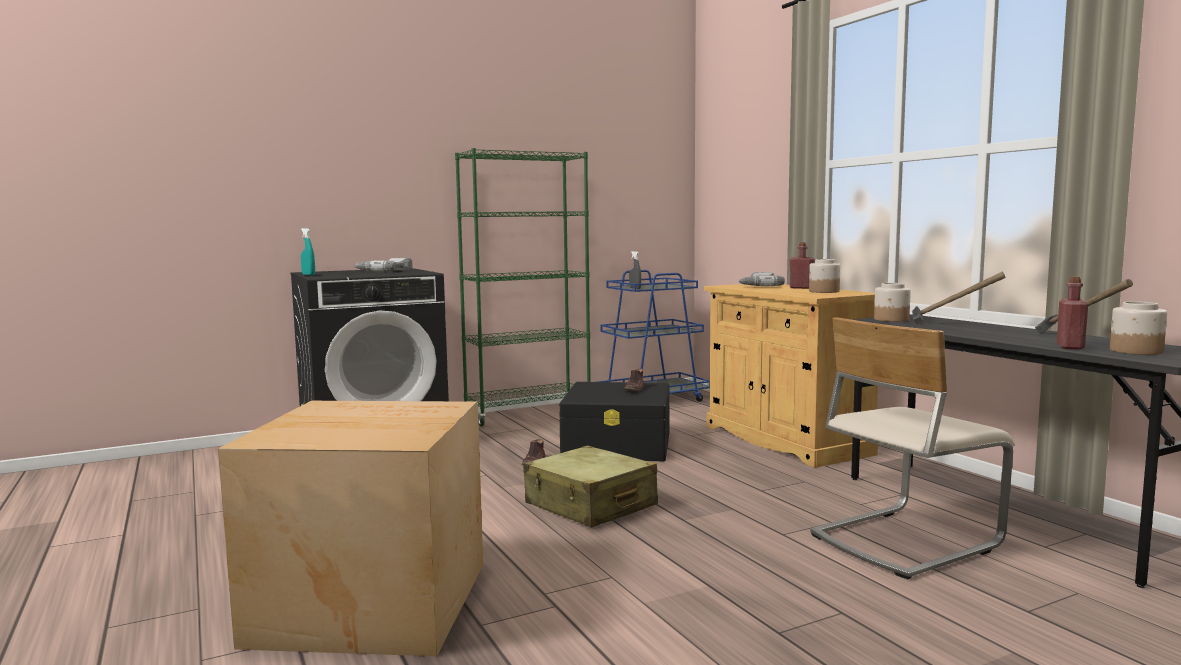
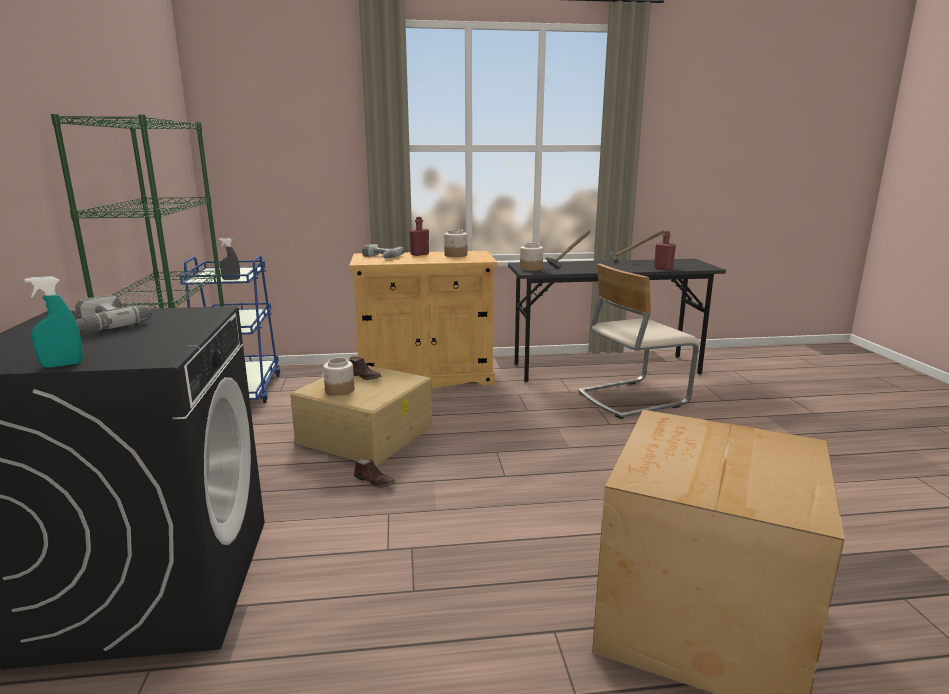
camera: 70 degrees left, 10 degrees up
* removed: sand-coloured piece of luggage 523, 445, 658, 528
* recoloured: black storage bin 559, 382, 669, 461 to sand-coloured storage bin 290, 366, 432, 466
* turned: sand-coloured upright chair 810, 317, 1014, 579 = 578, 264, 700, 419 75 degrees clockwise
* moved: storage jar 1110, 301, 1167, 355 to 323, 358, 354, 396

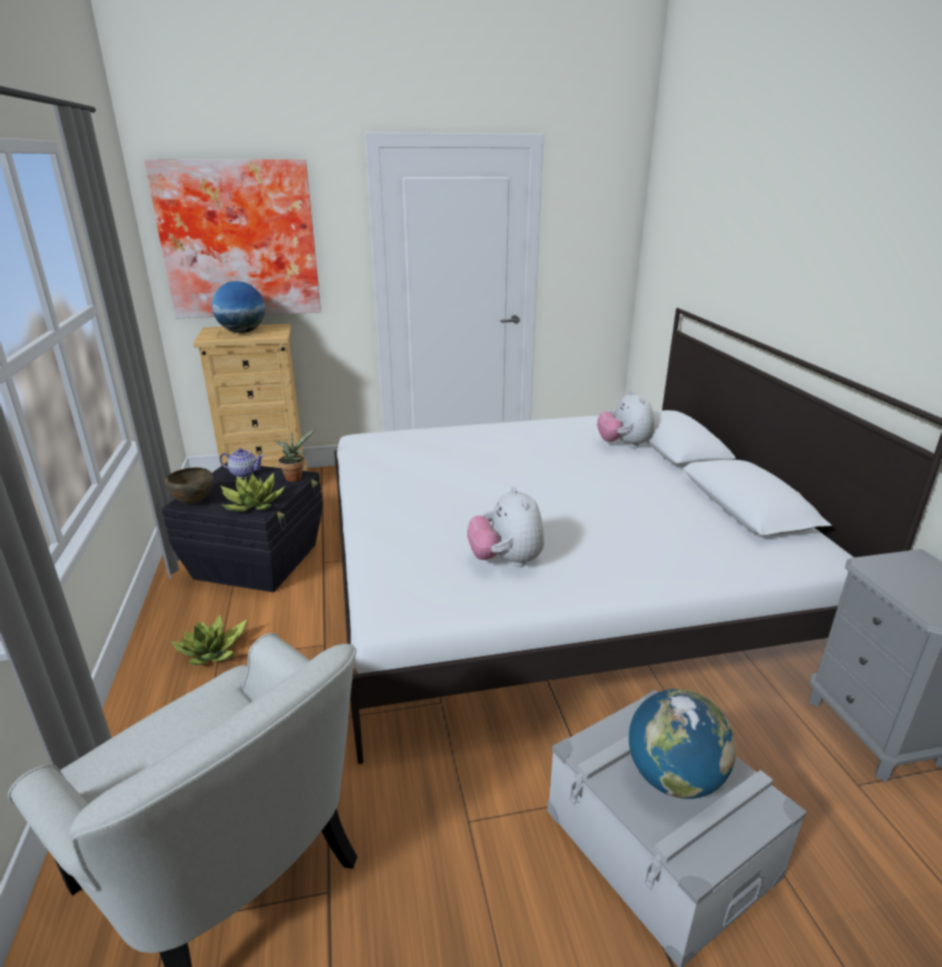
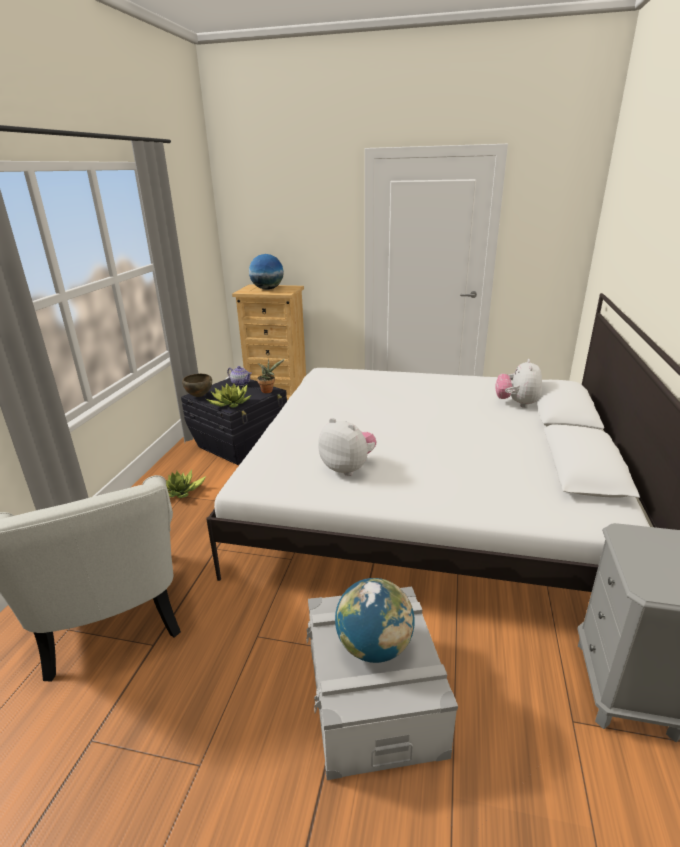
camera: 25 degrees right, 0 degrees up
* removed: wall art 144, 159, 321, 318
* turned: soft toy 467, 486, 544, 567 = 318, 418, 377, 476 120 degrees clockwise

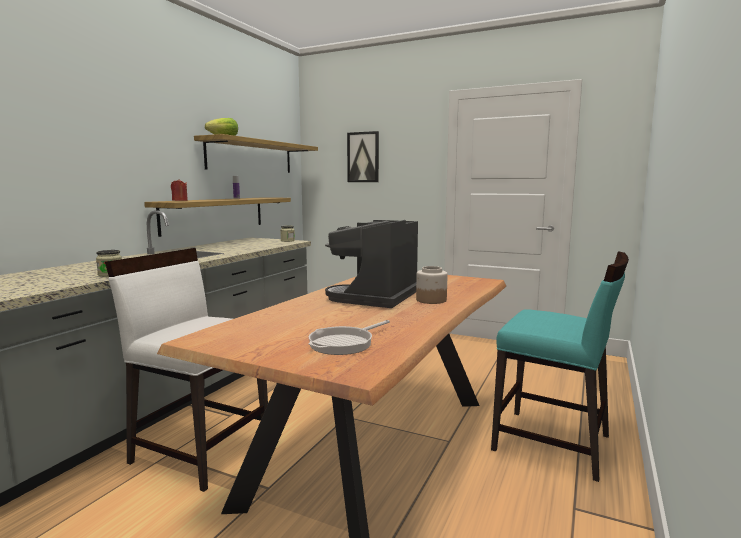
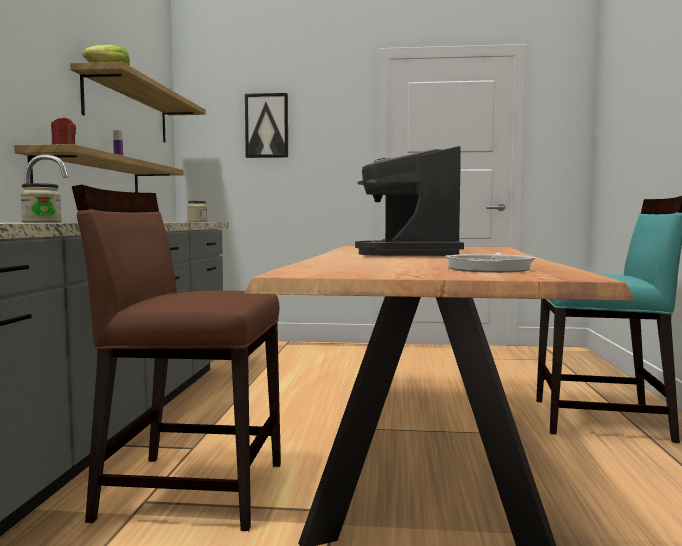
camera: 20 degrees left, 5 degrees down
* recoloured: white upright chair 105, 248, 268, 492 to brown upright chair 72, 185, 281, 531
* removed: storage jar 416, 266, 448, 304

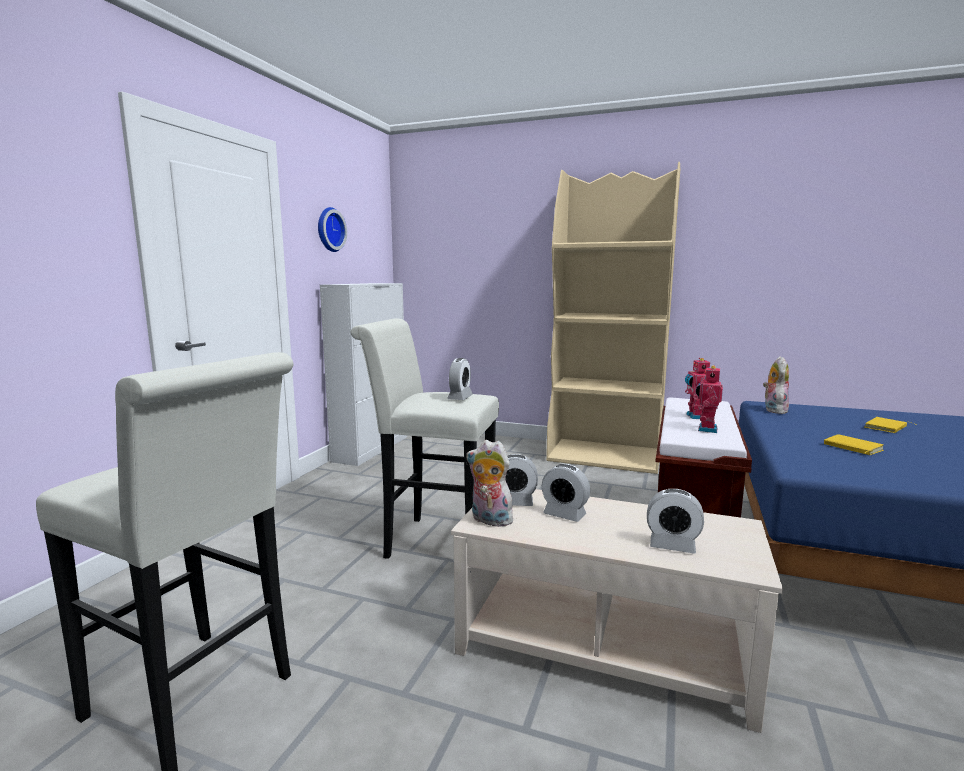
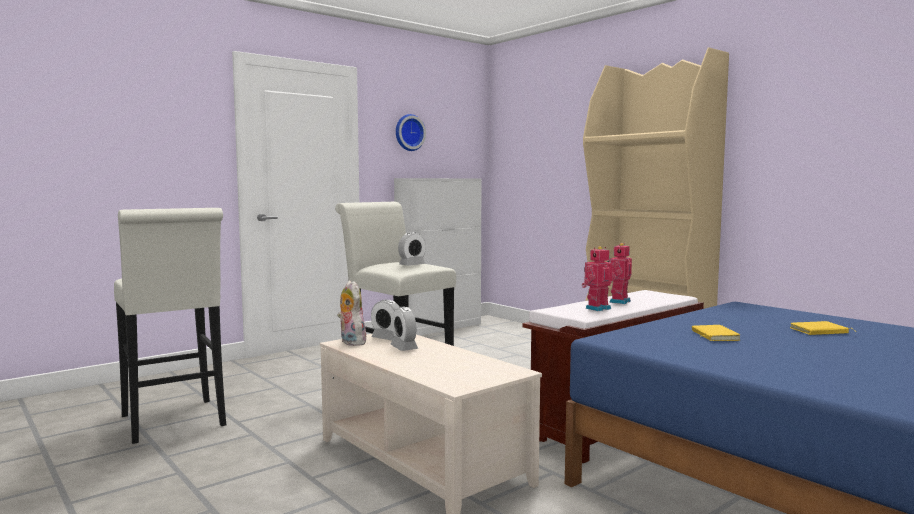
camera: 30 degrees right, 5 degrees down
* removed: alarm clock 647, 489, 704, 554
* removed: soft toy 763, 356, 789, 414

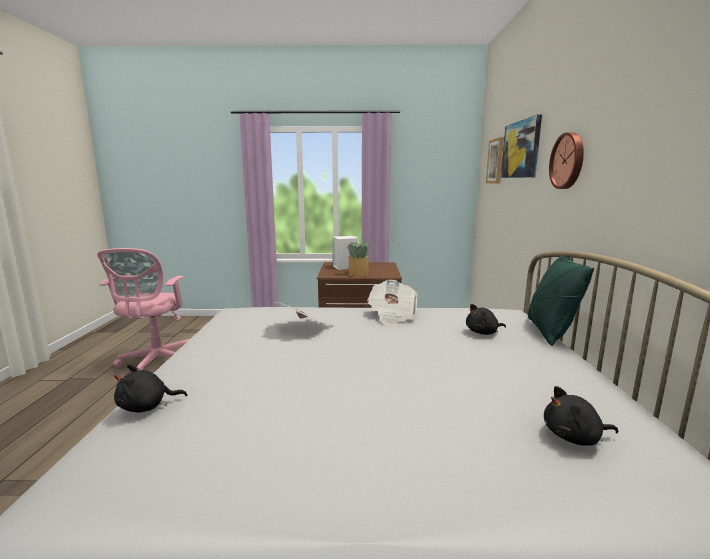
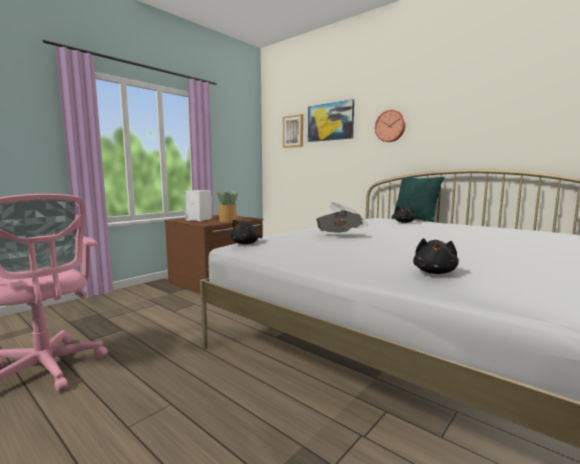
camera: 50 degrees left, 5 degrees down
* moved: black soft toy 544, 386, 619, 446 to 231, 220, 262, 244

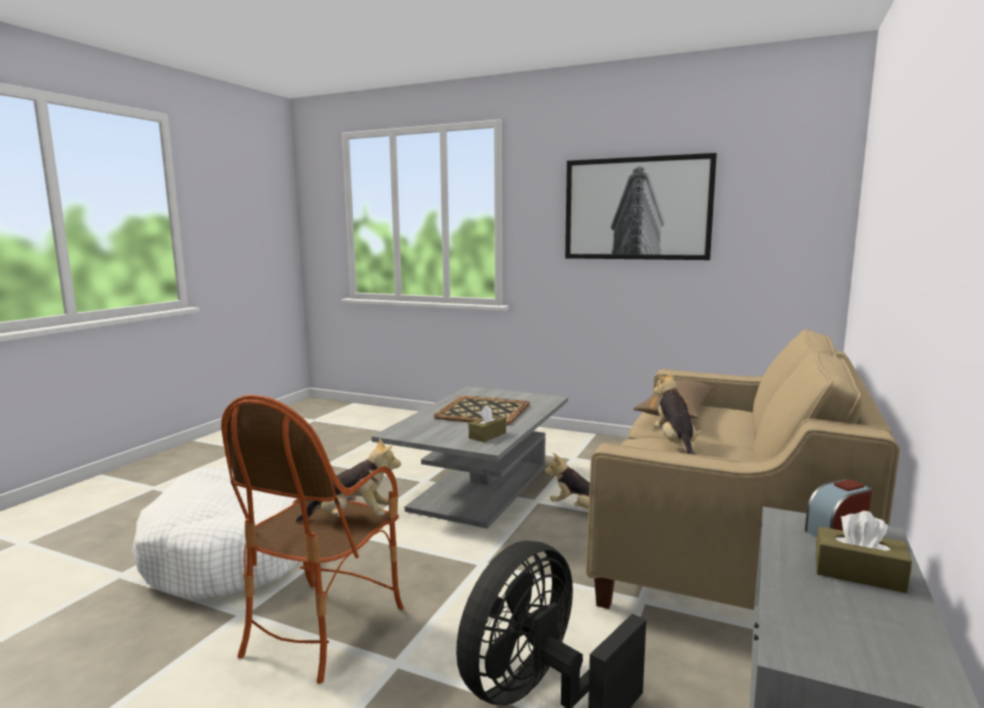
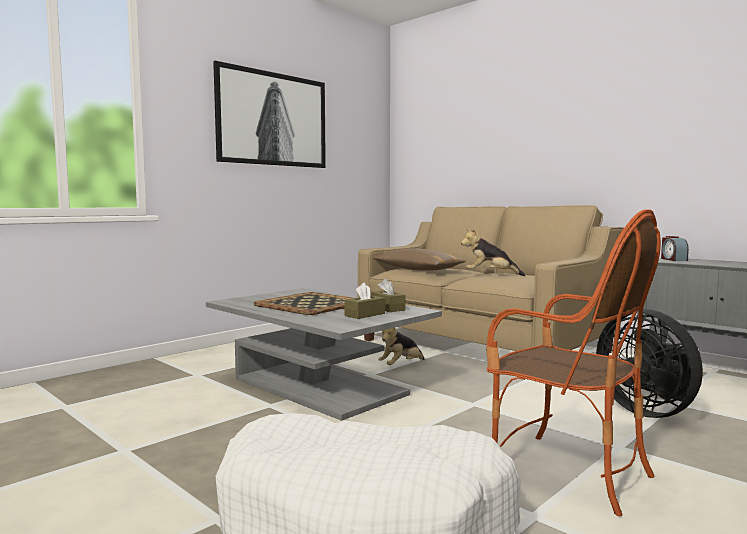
camera: 70 degrees left, 5 degrees down
* removed: soft toy 296, 438, 401, 522
* moved: brown tissue box 816, 511, 912, 593 to 344, 283, 385, 319

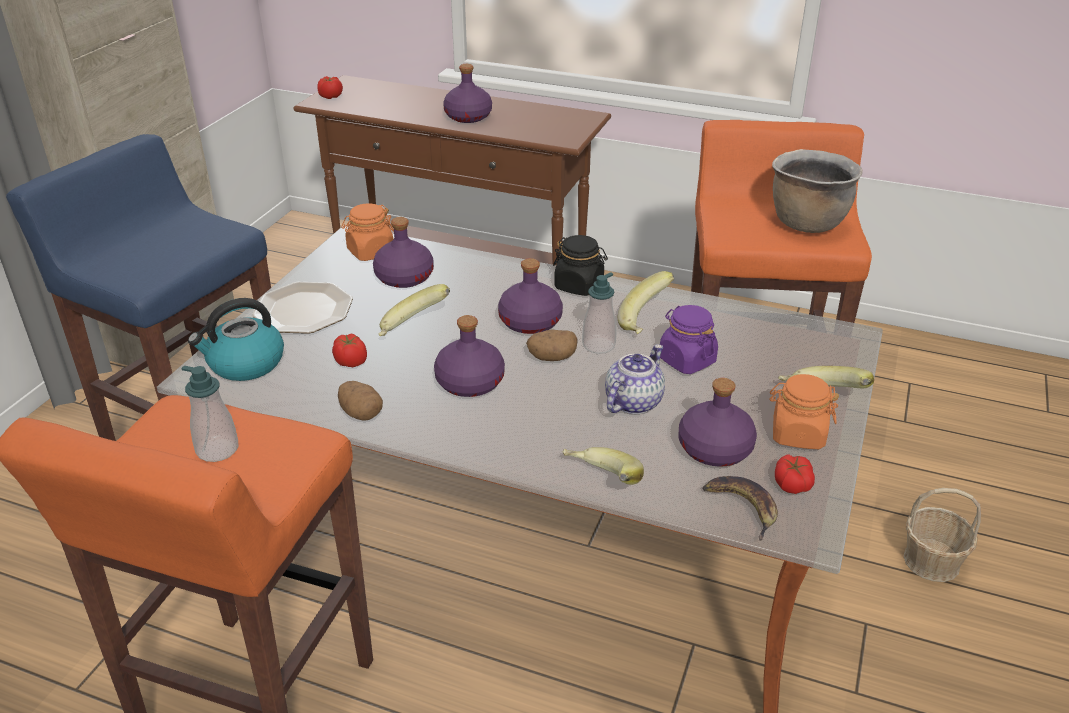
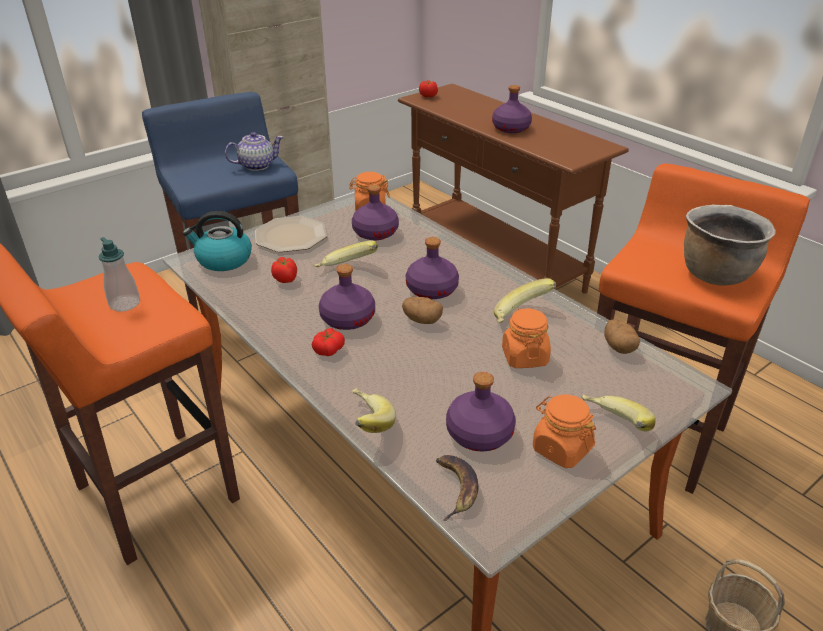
camera: 30 degrees right, 0 degrees up
* moved: potato 338, 381, 383, 421 to 604, 319, 640, 354
* removed: black storage jar 553, 235, 608, 296
* removed: liquid soap bottle 582, 272, 616, 354
* moved: pot for tea 605, 345, 665, 414 to 225, 132, 283, 171
* recoloured: purplish storage jar 660, 305, 718, 374 to orangey storage jar 502, 308, 551, 368
* moved: tomato 775, 455, 815, 494 to 312, 328, 345, 356

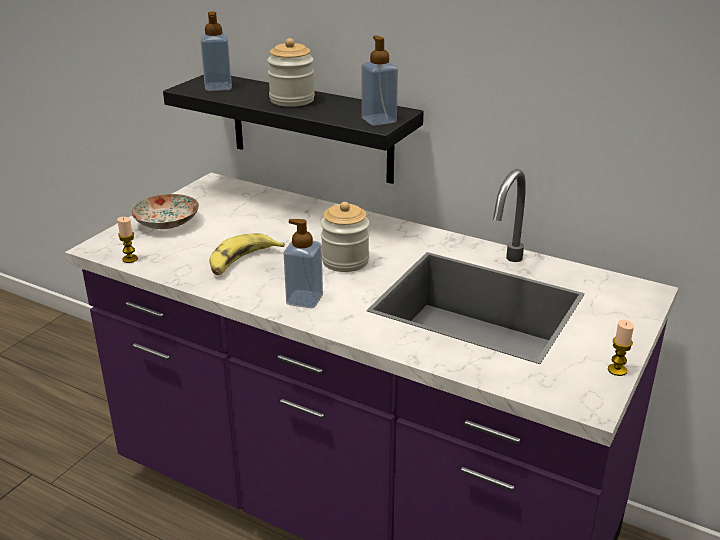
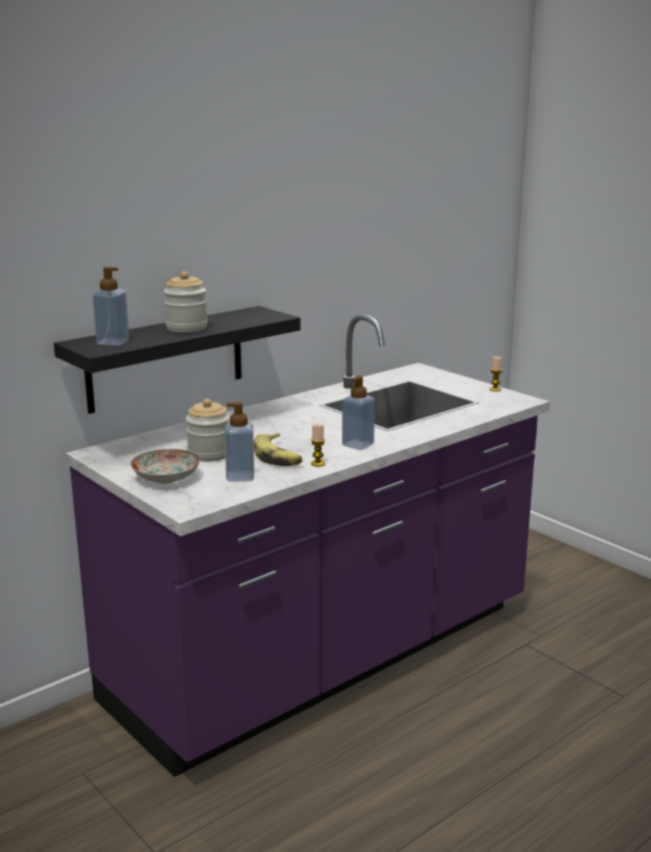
camera: 70 degrees left, 10 degrees down
* moved: candle 117, 217, 138, 263 to 311, 424, 325, 467
* moved: storage jar 320, 202, 370, 272 to 186, 399, 230, 462
* moved: liquid soap bottle 362, 35, 398, 126 to 224, 402, 254, 482

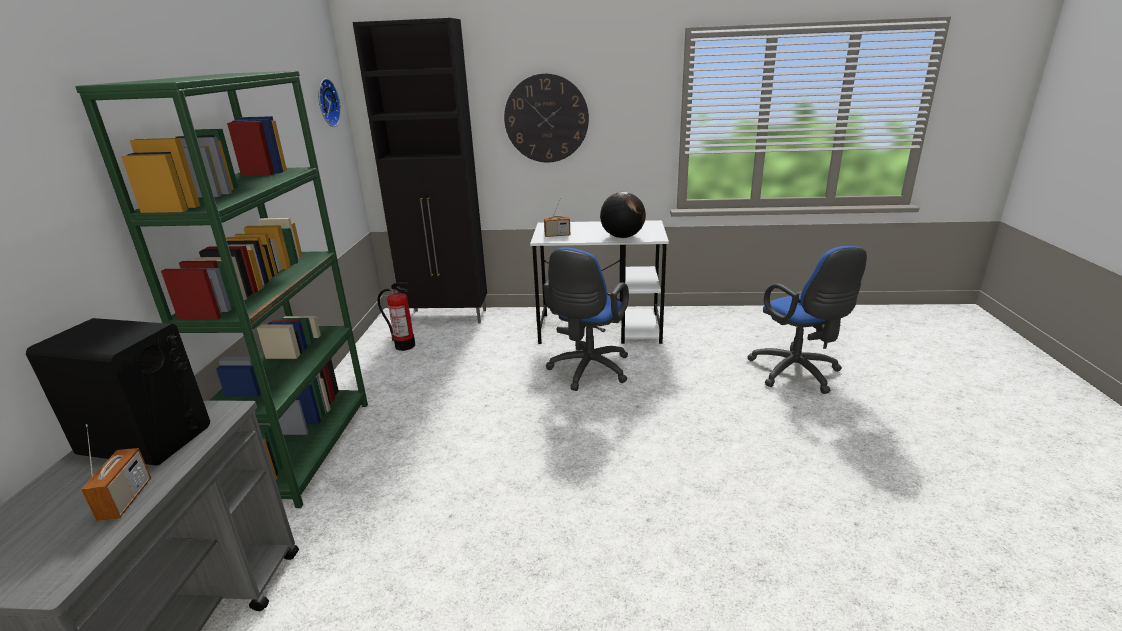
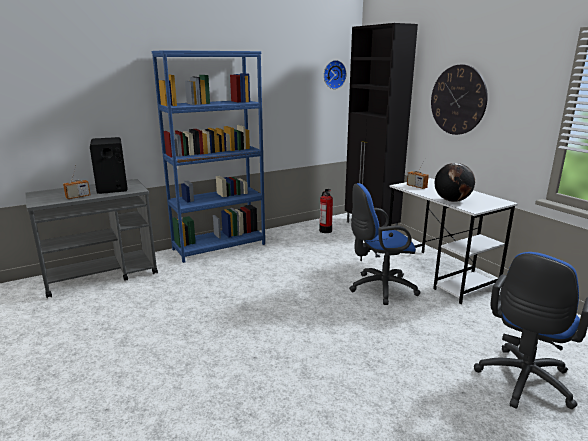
camera: 55 degrees right, 5 degrees down
* recoloured: greenish bookcase 75, 71, 368, 508 to blue bookcase 152, 50, 265, 263

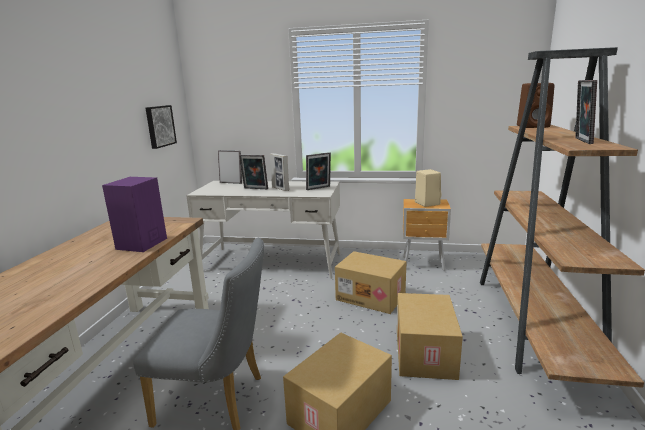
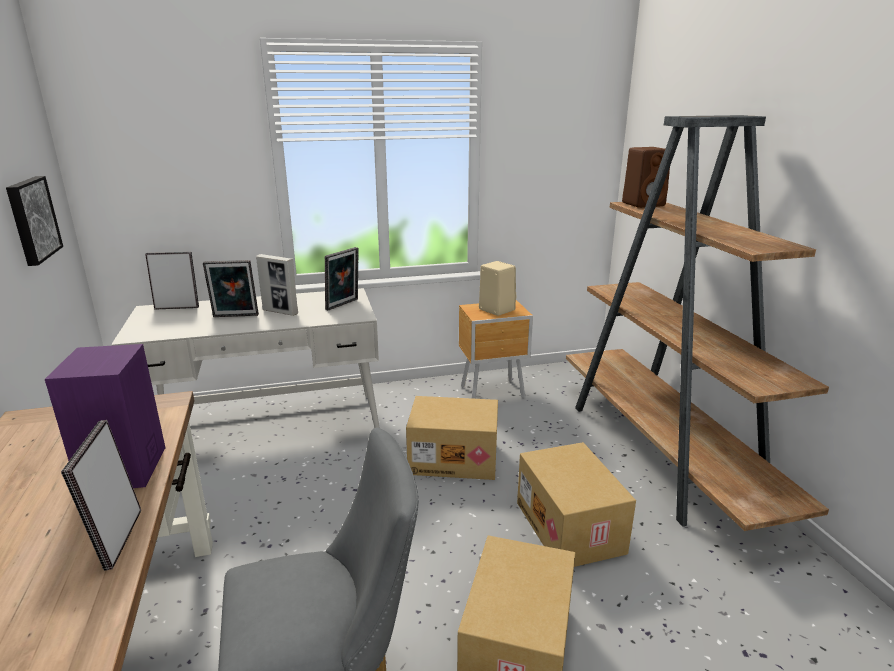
camera: 25 degrees left, 5 degrees up
* moved: photo frame 575, 80, 597, 144 to 61, 420, 141, 571

